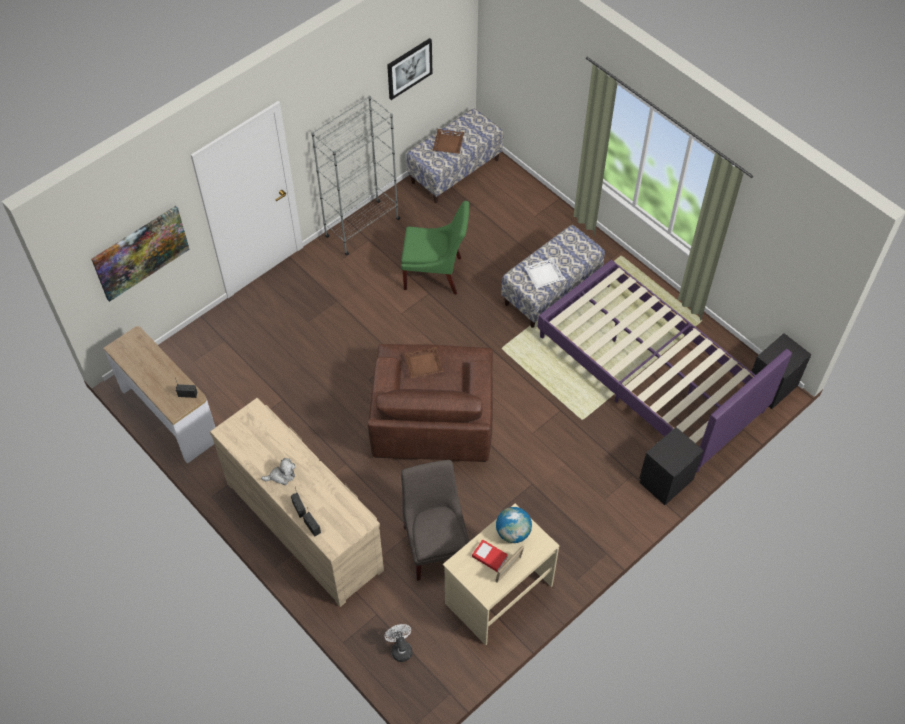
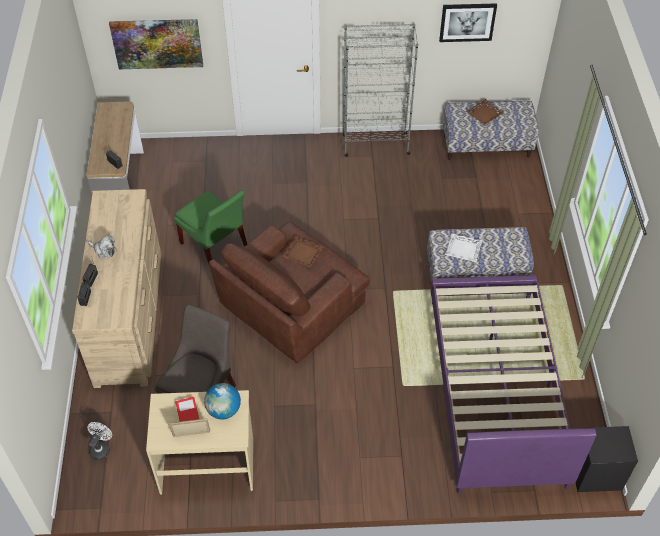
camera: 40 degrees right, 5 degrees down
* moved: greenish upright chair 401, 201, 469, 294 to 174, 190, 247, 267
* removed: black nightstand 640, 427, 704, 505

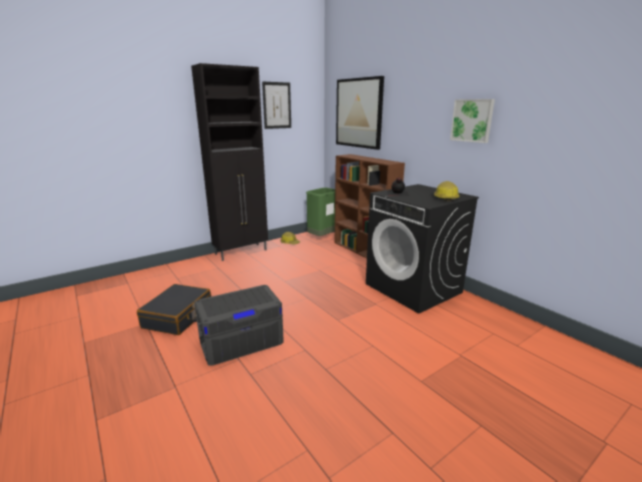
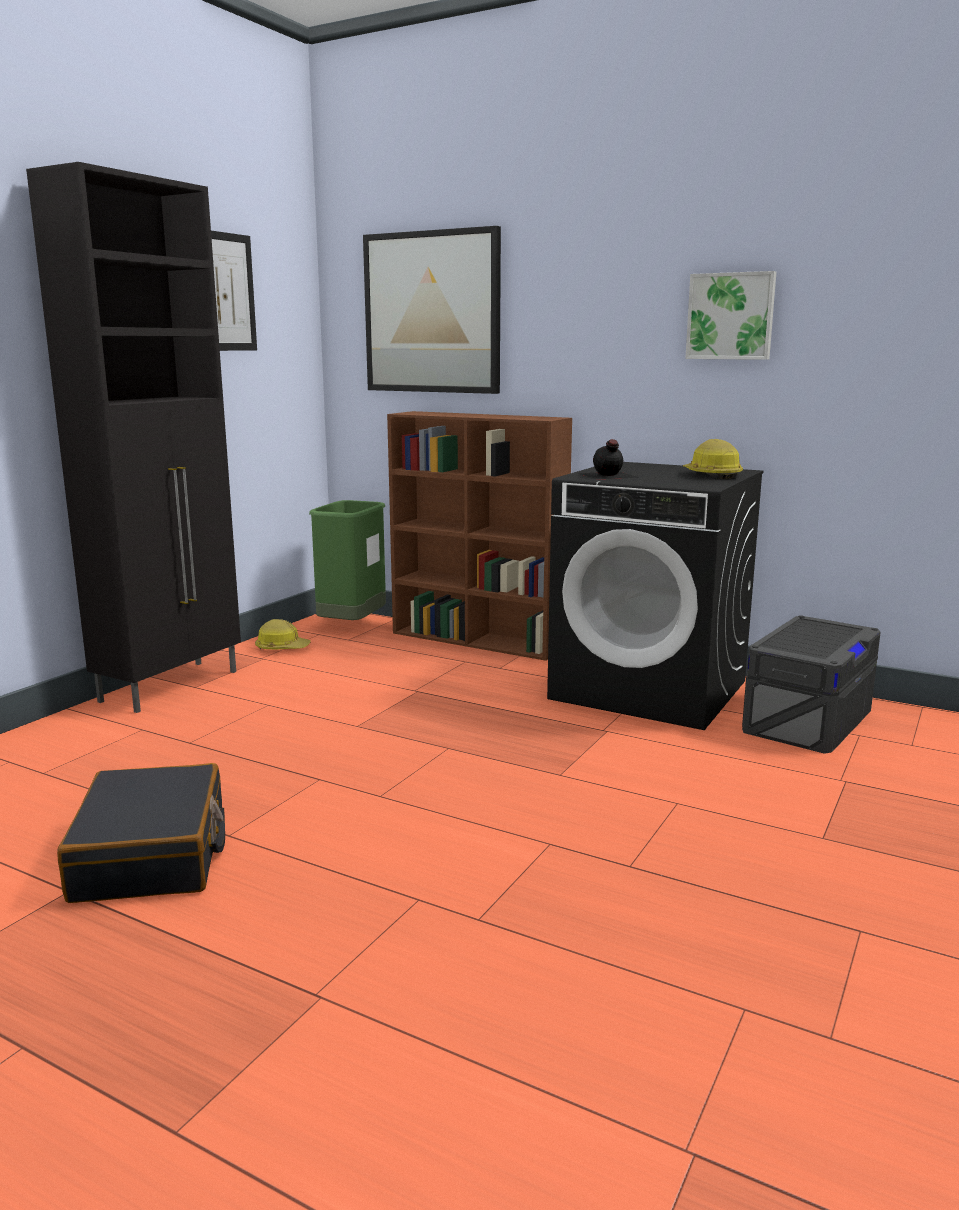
camera: 25 degrees left, 5 degrees down
* moved: grey storage bin 194, 285, 284, 366 to 742, 615, 880, 754

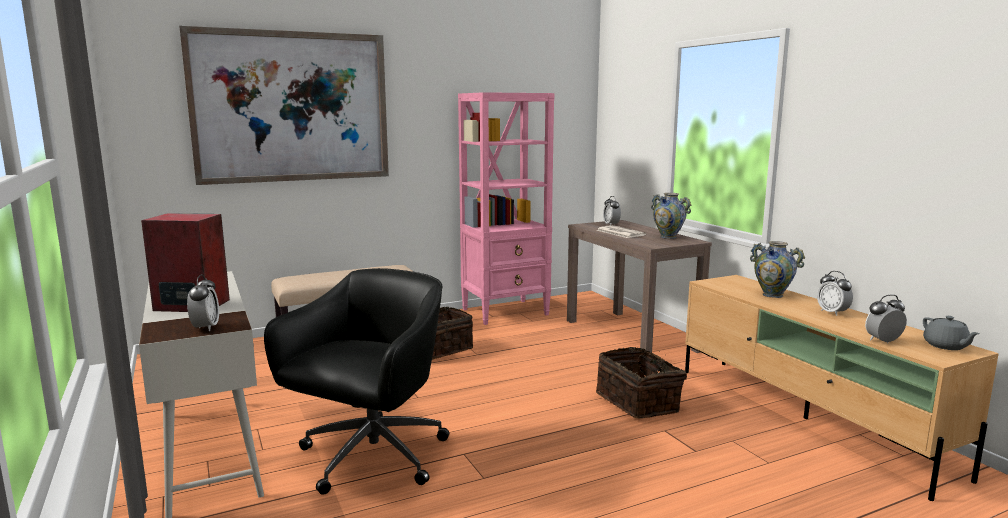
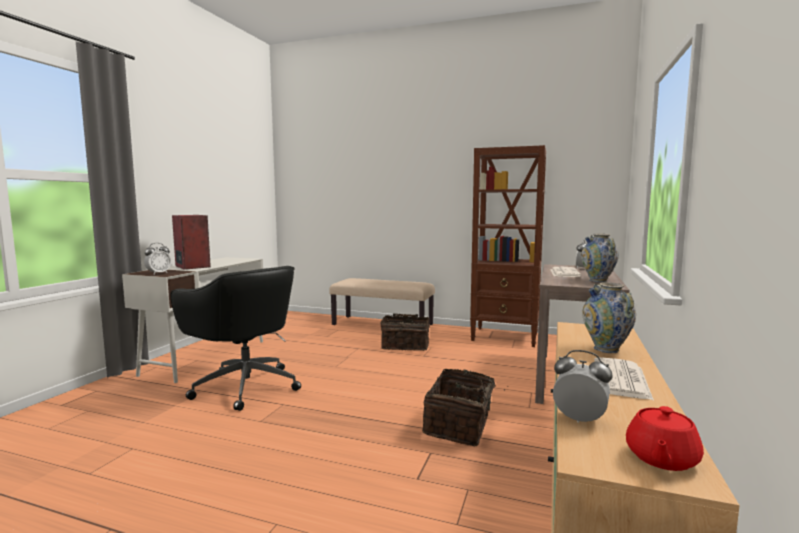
camera: 45 degrees right, 5 degrees down
* removed: wall art 179, 26, 389, 185
* turned: black office chair 264, 268, 449, 495 = 170, 266, 301, 411 60 degrees clockwise
* recoloured: pink-coloured bookcase 458, 92, 555, 325 to brown bookcase 470, 145, 546, 347
* replaced: alarm clock 817, 271, 853, 316 to newspaper 594, 357, 654, 400
* recoloured: grey pot for tea 923, 316, 980, 350 to reddish pot for tea 626, 406, 704, 471

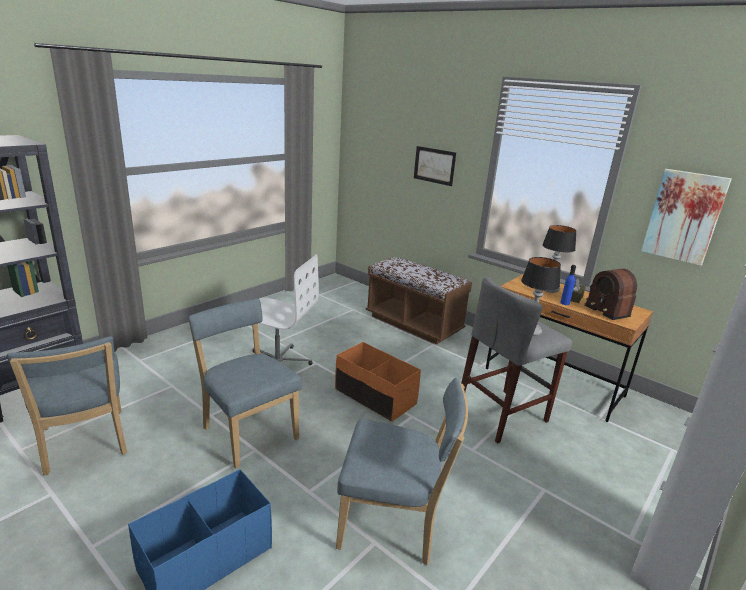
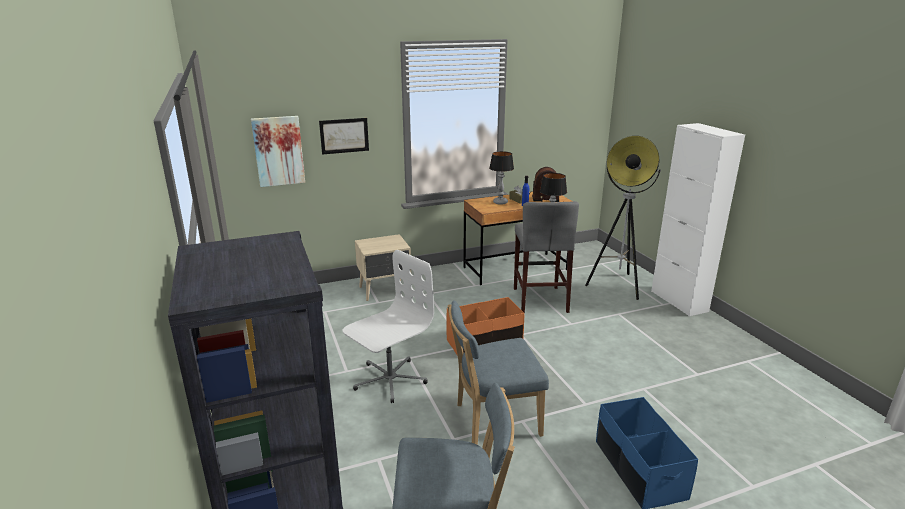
camera: 60 degrees left, 0 degrees up
* removed: blue upright chair 336, 378, 468, 565
* replaced: brown indoor bench 366, 257, 472, 345 to sand-coloured nightstand 355, 234, 411, 301
* moved: wall art 641, 169, 732, 266 to 251, 116, 305, 187
* added: standard lamp 585, 136, 661, 300

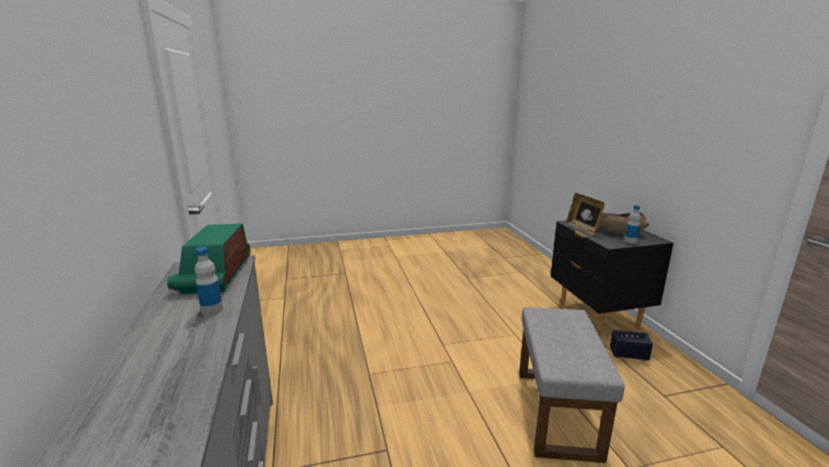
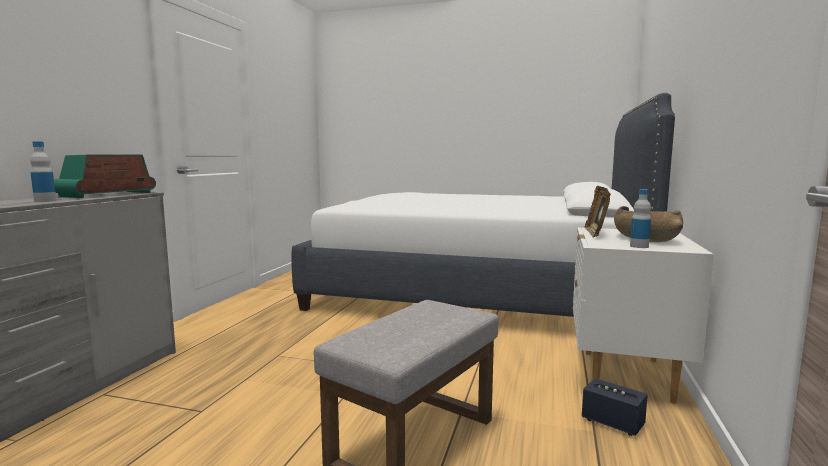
camera: 30 degrees right, 10 degrees down
* recoloured: black nightstand 551, 220, 674, 336 to white nightstand 573, 227, 714, 404
* added: white bedroom bed 291, 93, 675, 317

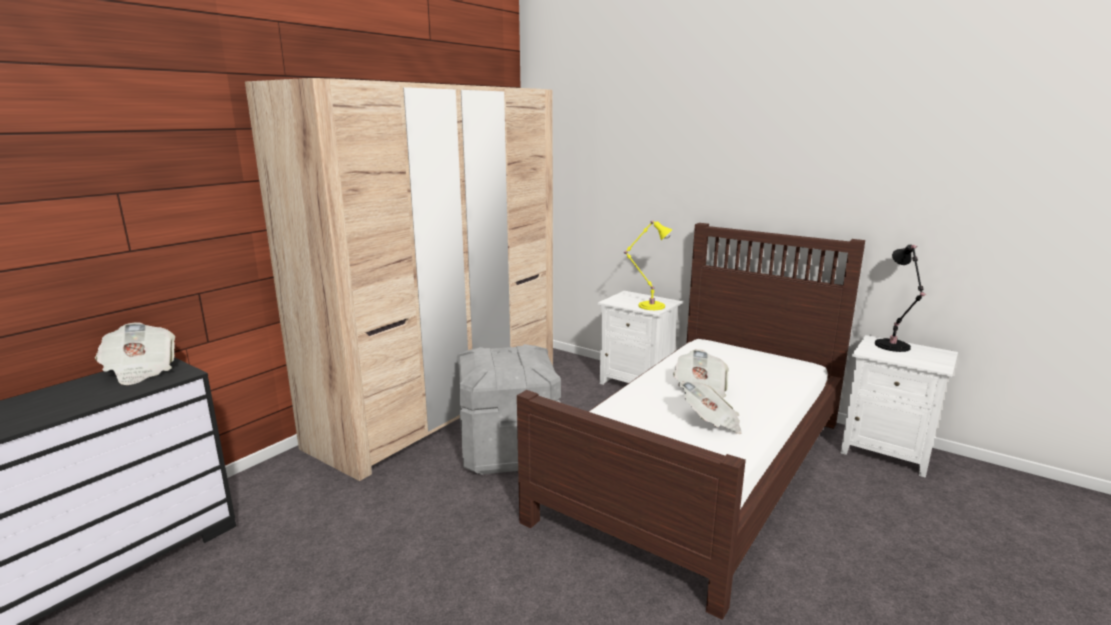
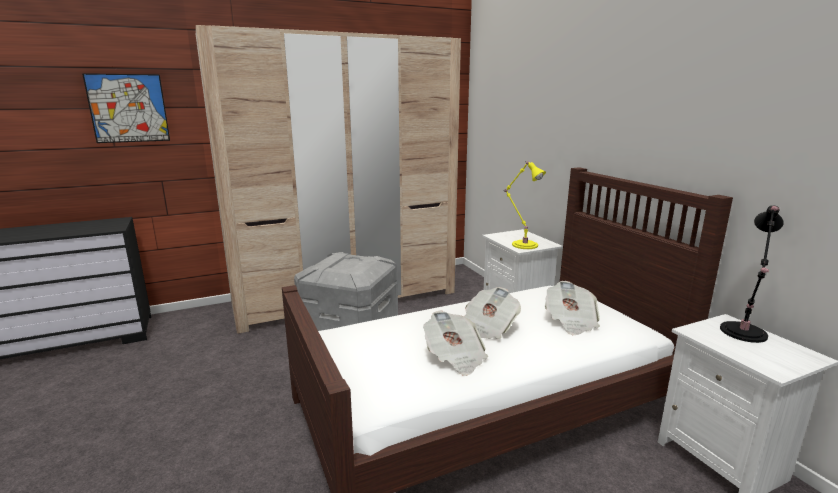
camera: 30 degrees right, 0 degrees up
* moved: newspaper 95, 322, 175, 385 to 545, 281, 600, 335
* added: wall art 82, 73, 170, 143

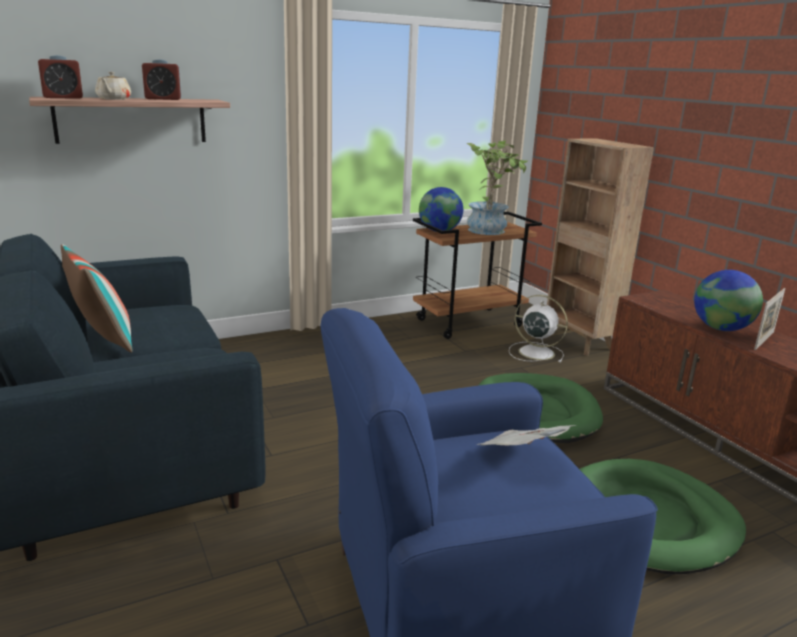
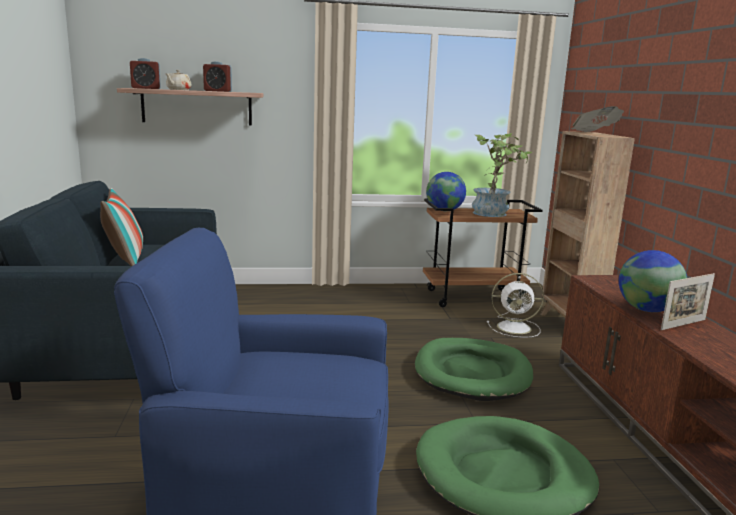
camera: 20 degrees right, 5 degrees down
* moved: newspaper 476, 425, 576, 446 to 571, 106, 624, 132
* turned: white fan 509, 295, 568, 363 = 487, 273, 544, 338 135 degrees clockwise

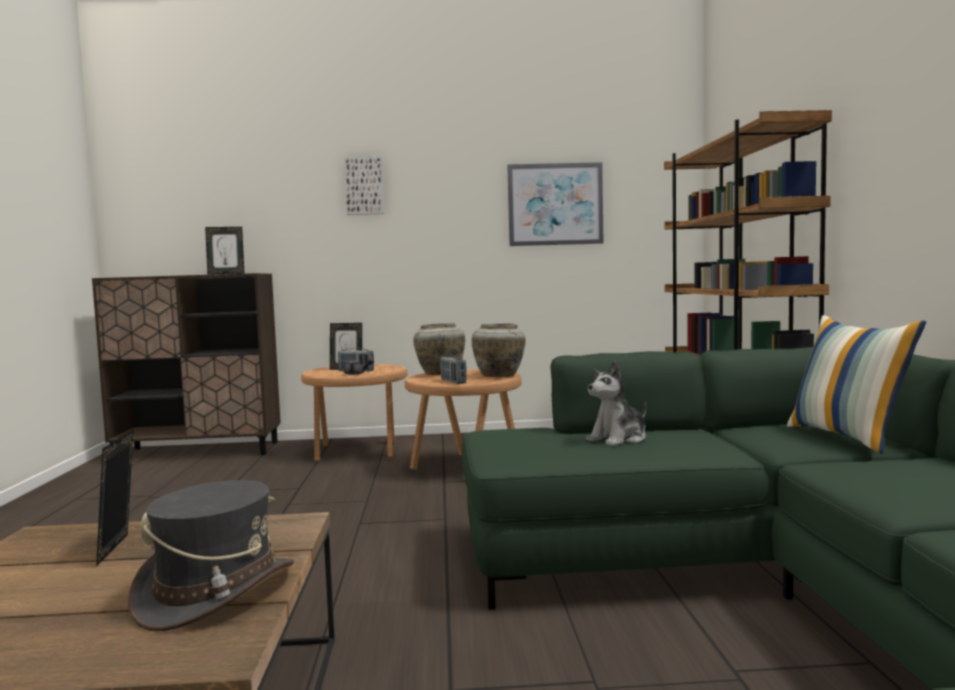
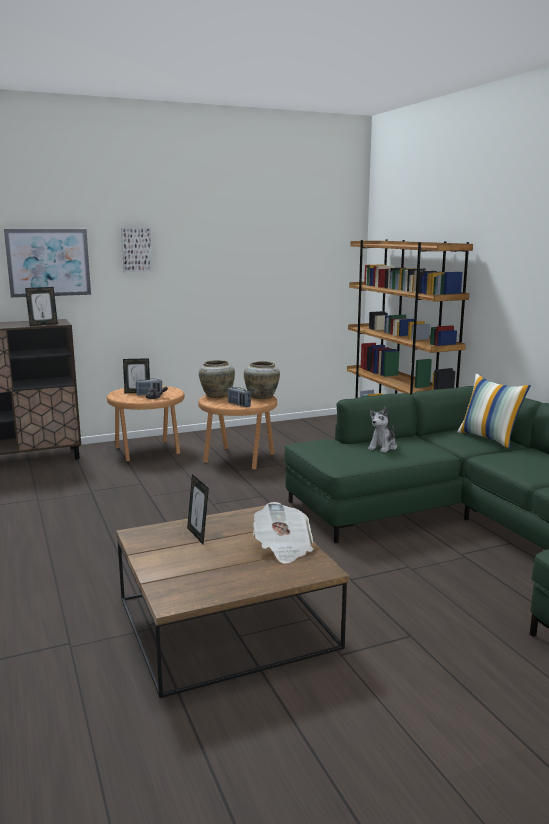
camera: 20 degrees left, 10 degrees up
* replaced: grey clothing hat 128, 480, 294, 631 to newspaper 253, 502, 314, 564
* moved: wall art 507, 162, 604, 246 to 4, 229, 91, 298

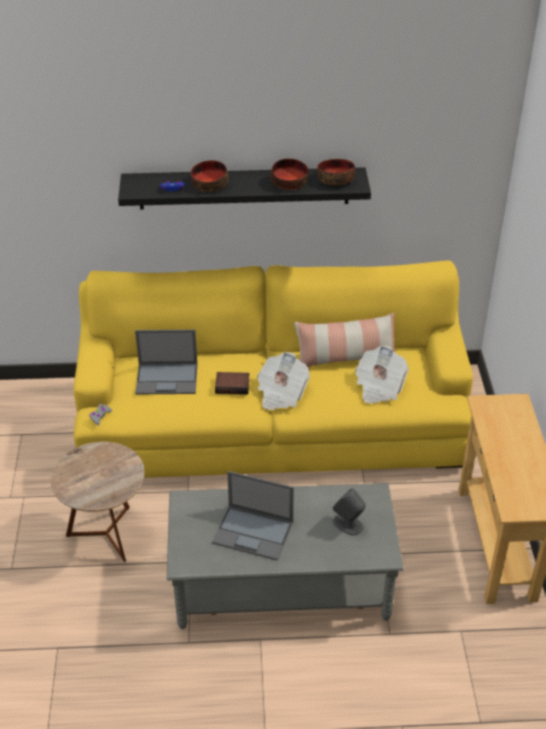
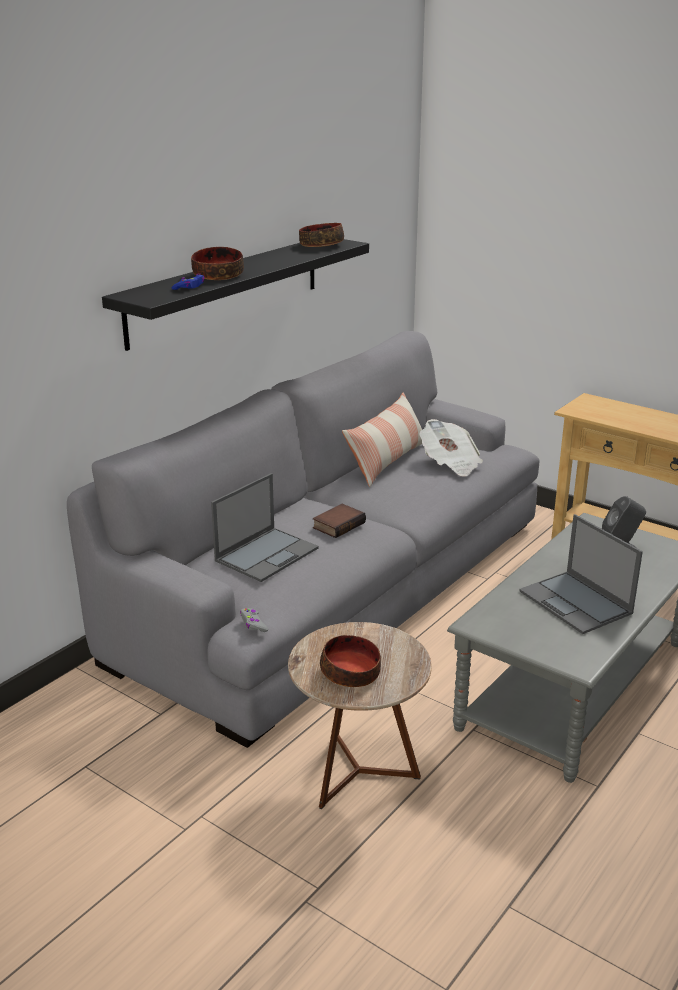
camera: 50 degrees left, 15 degrees down
* recoloured: yellow-coloured settee 74, 260, 473, 478 to grey settee 67, 331, 540, 748
* turned: notebook computer 212, 471, 294, 561 = 519, 514, 643, 634 90 degrees clockwise
* removed: newspaper 257, 352, 310, 410
* moved: serving bowl 270, 159, 309, 190 to 320, 635, 381, 687

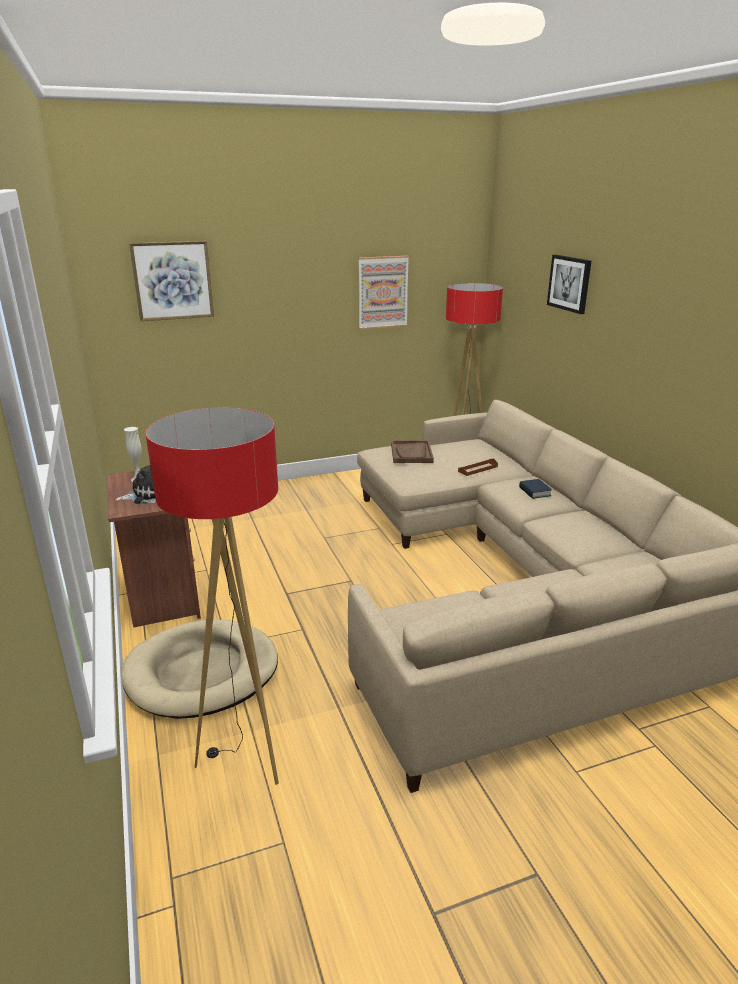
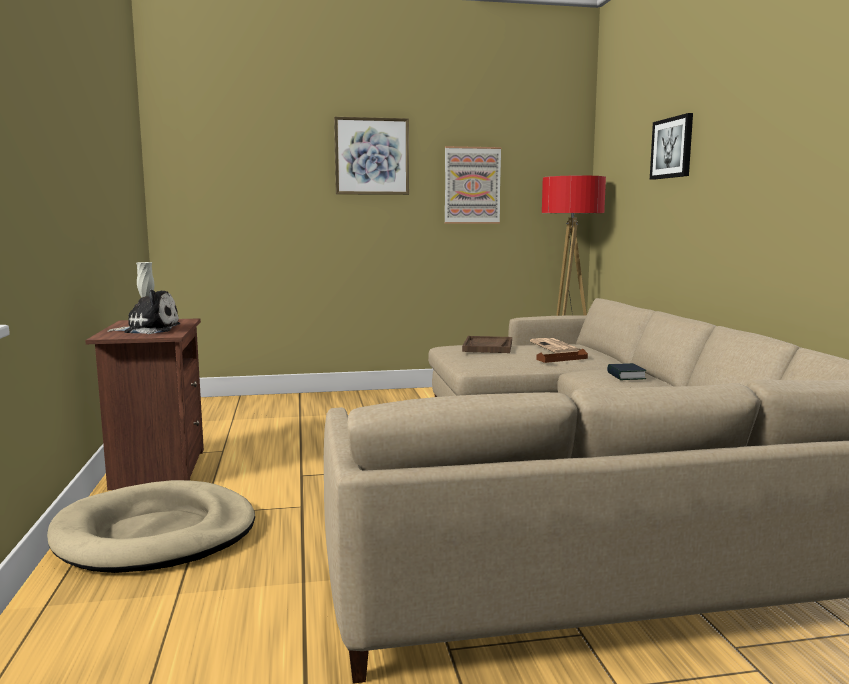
camera: 10 degrees right, 15 degrees down
* moved: wall art 129, 241, 214, 321 to 334, 117, 409, 195
* removed: standard lamp 146, 407, 279, 785
* added: newspaper 530, 338, 581, 353

